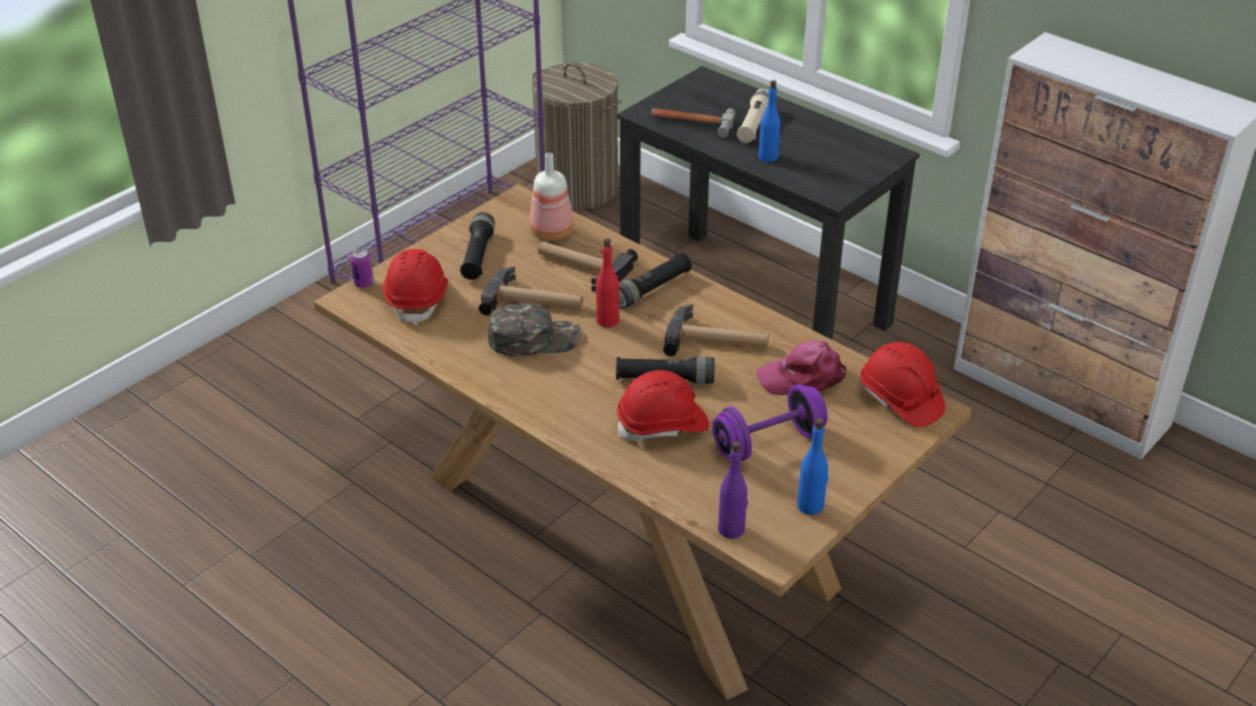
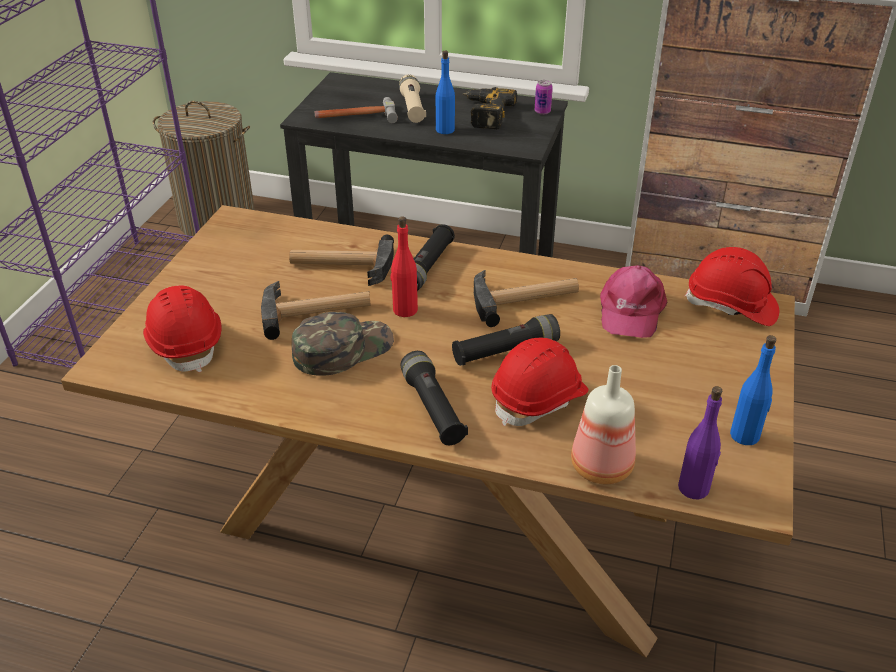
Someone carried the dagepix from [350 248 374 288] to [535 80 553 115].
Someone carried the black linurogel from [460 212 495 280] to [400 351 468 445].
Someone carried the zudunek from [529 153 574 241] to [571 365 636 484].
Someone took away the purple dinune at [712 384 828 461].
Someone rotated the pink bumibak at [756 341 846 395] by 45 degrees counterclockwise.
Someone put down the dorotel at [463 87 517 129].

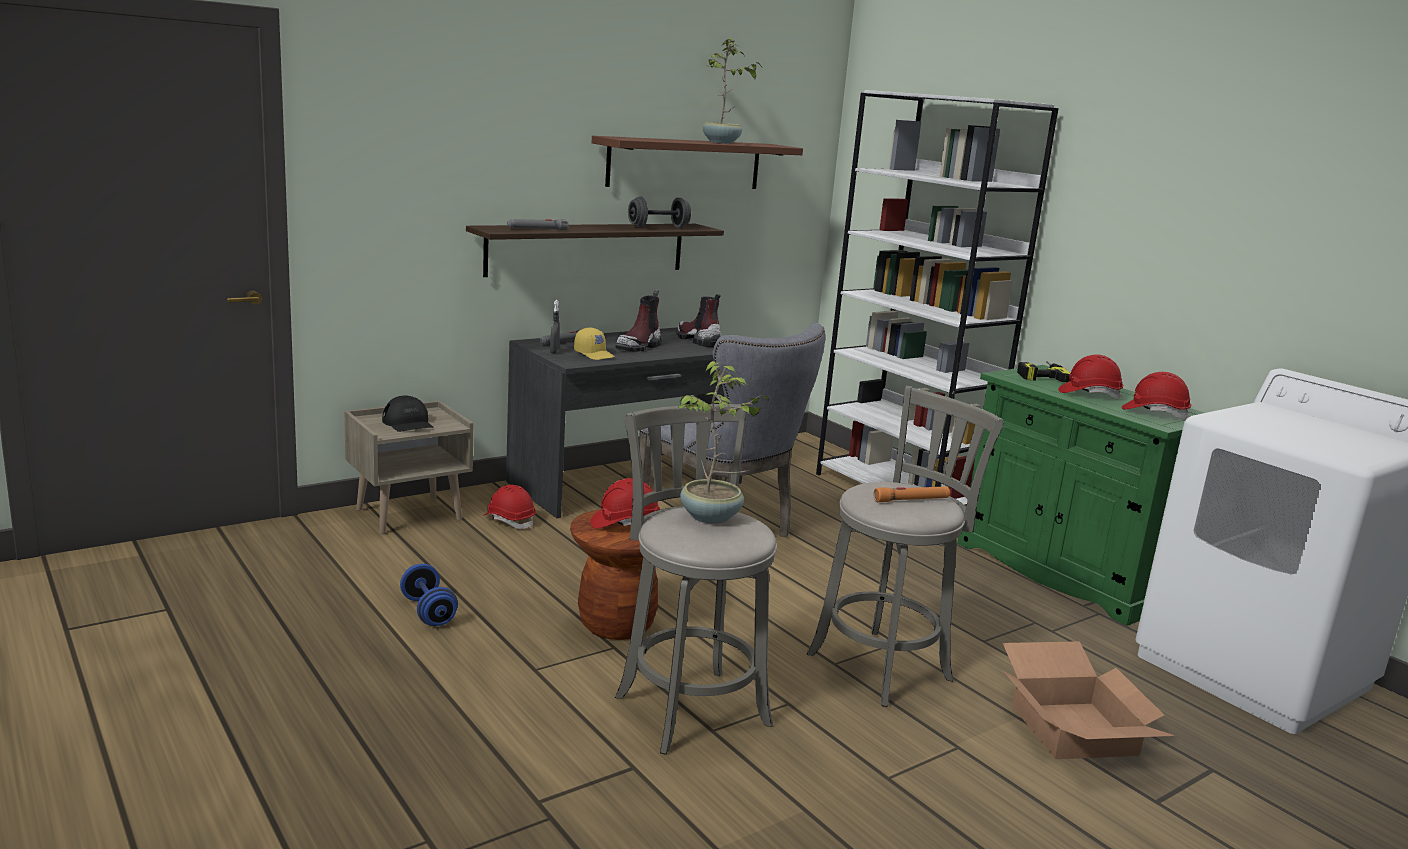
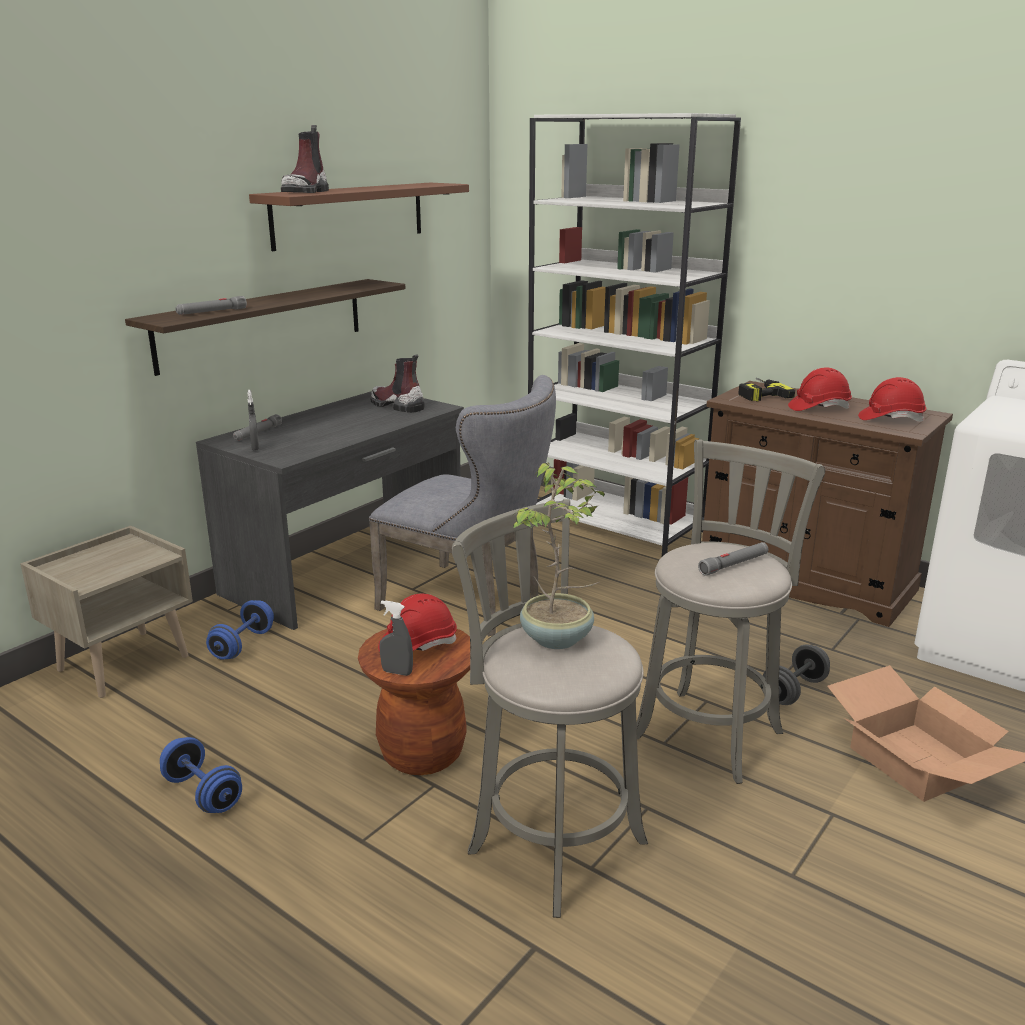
Someone took away the black bumibak at [382 396 434 432].
Someone swapped the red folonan at [483 485 536 529] for the blue dinune at [206 600 274 659].
Someone took away the yellow bumibak at [574 327 615 360].
Someone carried the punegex from [615 290 662 352] to [281 125 329 193].
Someone carried the grey dinune from [628 197 691 228] to [763 644 830 705].
Someone took away the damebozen at [703 38 762 144].
Someone repainted the orange linurogel at [873 486 951 502], which became the grey linurogel at [698 542 768 576].
Someone repainted the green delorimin at [957 365 1205 626], which became the brown delorimin at [702 381 953 627].
Someone put down the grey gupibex at [379 601 413 676].

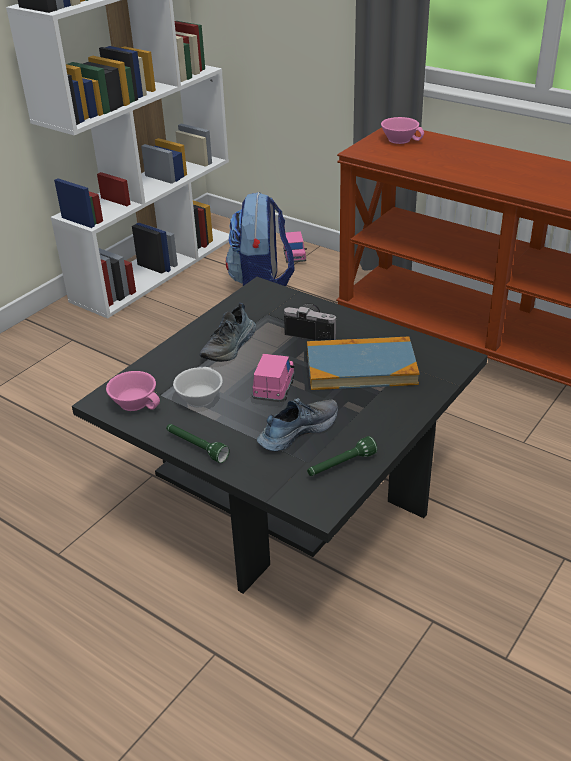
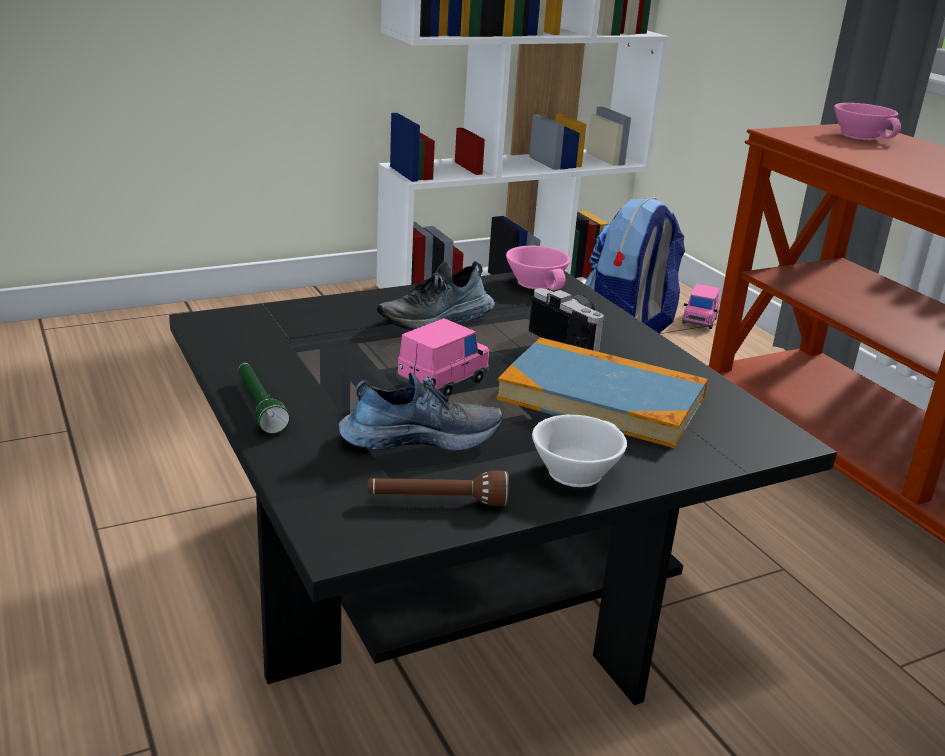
Someone carried the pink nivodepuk from [106 371 160 411] to [506 246 570 290].
Someone carried the white nivodepuk from [173 367 223 407] to [532 415 627 487].
Someone repainted the green linurogel at [307 436 377 476], which became the brown linurogel at [368 471 509 506].

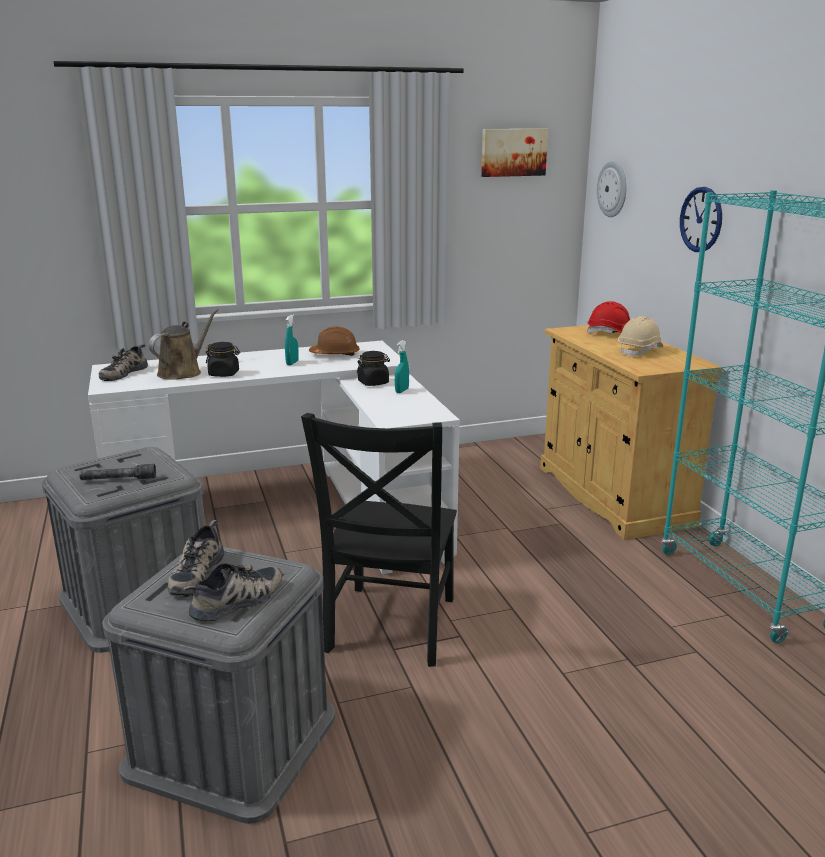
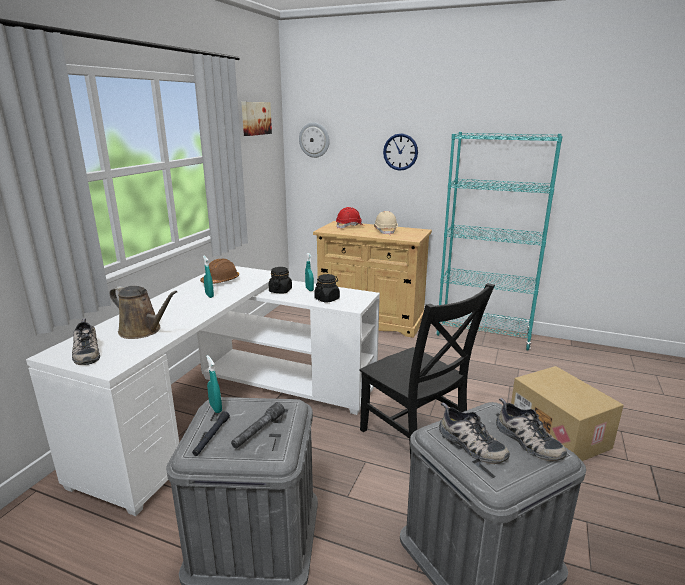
Someone rotated the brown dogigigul at [149 309 218 380] by 135 degrees clockwise.
Someone rotated the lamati at [183 563 282 622] by 150 degrees clockwise.
Someone carried the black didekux from [206 342 240 377] to [314 274 340 303].
Someone put down the black linurogel at [192 411 230 456].
Someone put down the turquoise gupibex at [206 355 222 413].
Someone put down the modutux at [511 366 624 461].

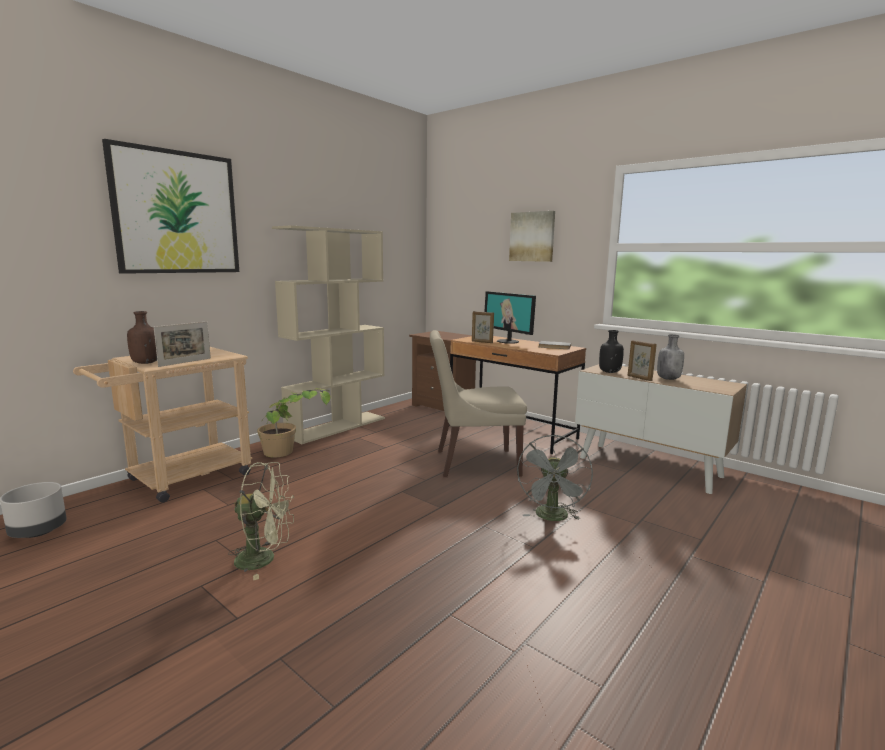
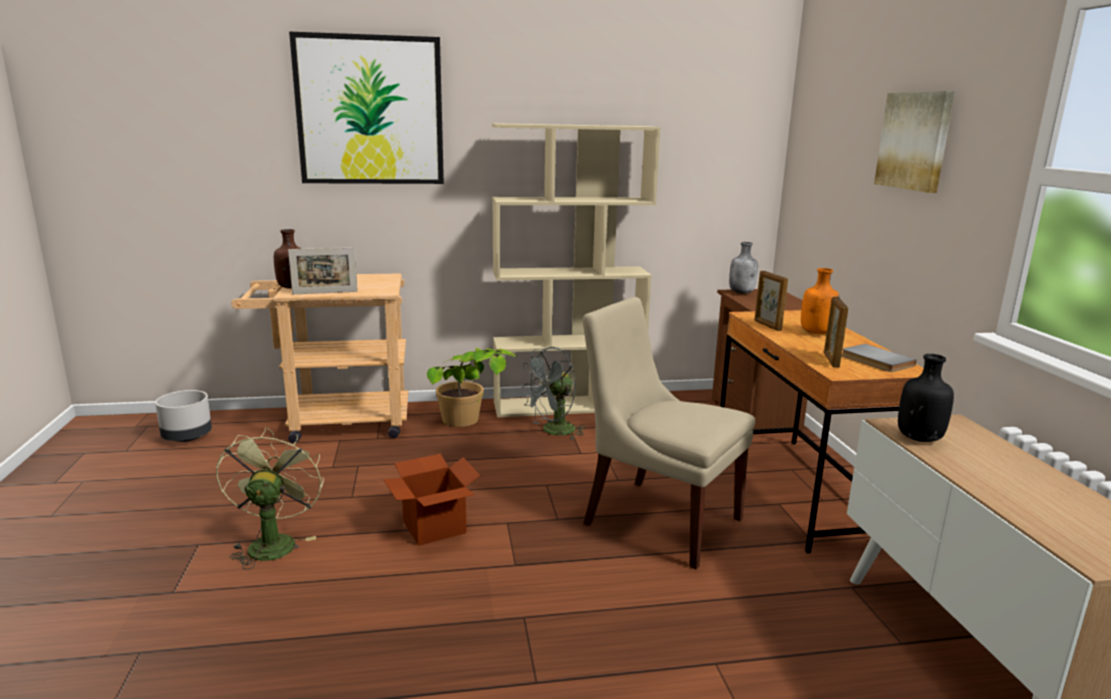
Someone rotated the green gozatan at [228 462 294 580] by 135 degrees counterclockwise.
Someone swapped the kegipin at [485 291 536 344] for the orange zudunek at [801 268 840 334].
Someone carried the grey gozatan from [517 435 593 521] to [520 347 586 439].
Someone carried the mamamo from [627 340 657 381] to [824 297 848 368].
Someone carried the grey zudunek from [657 334 684 380] to [729 242 758 294].
Someone put down the modutux at [383 454 480 546].

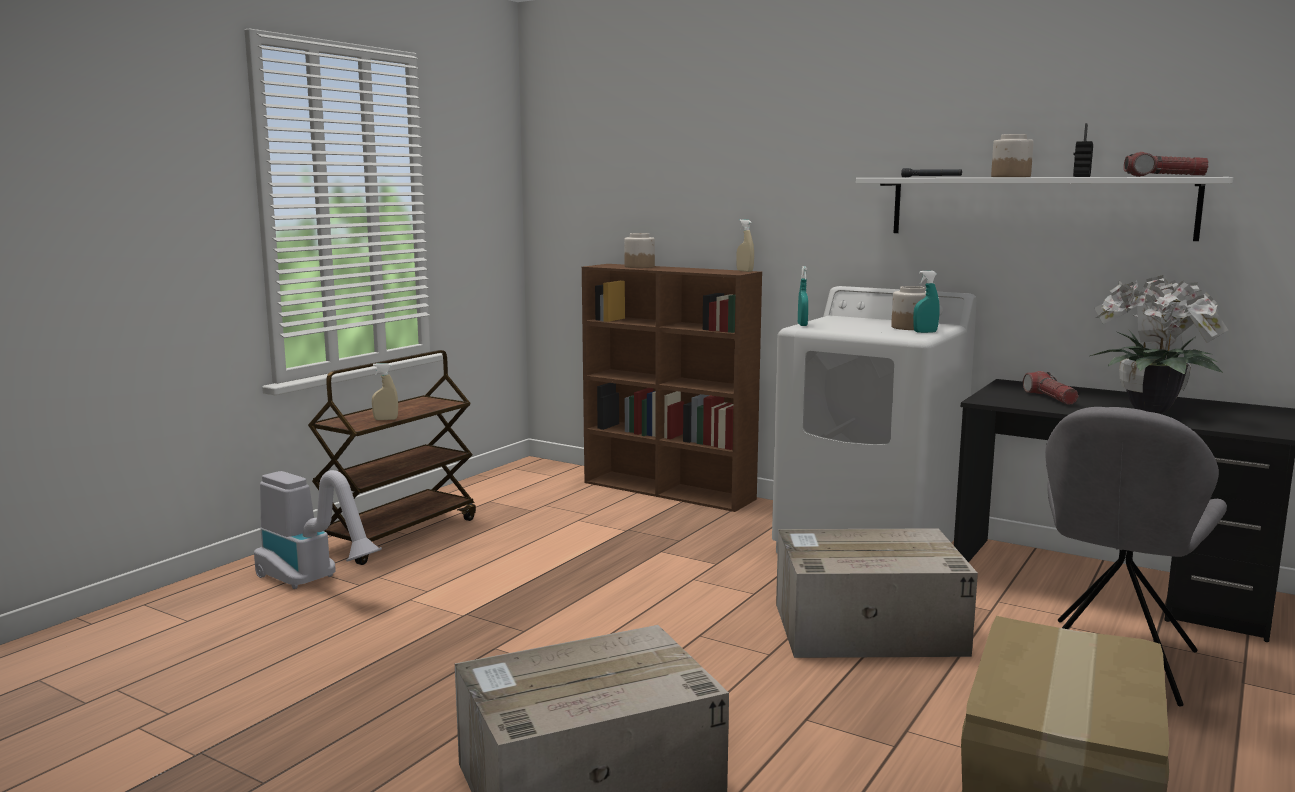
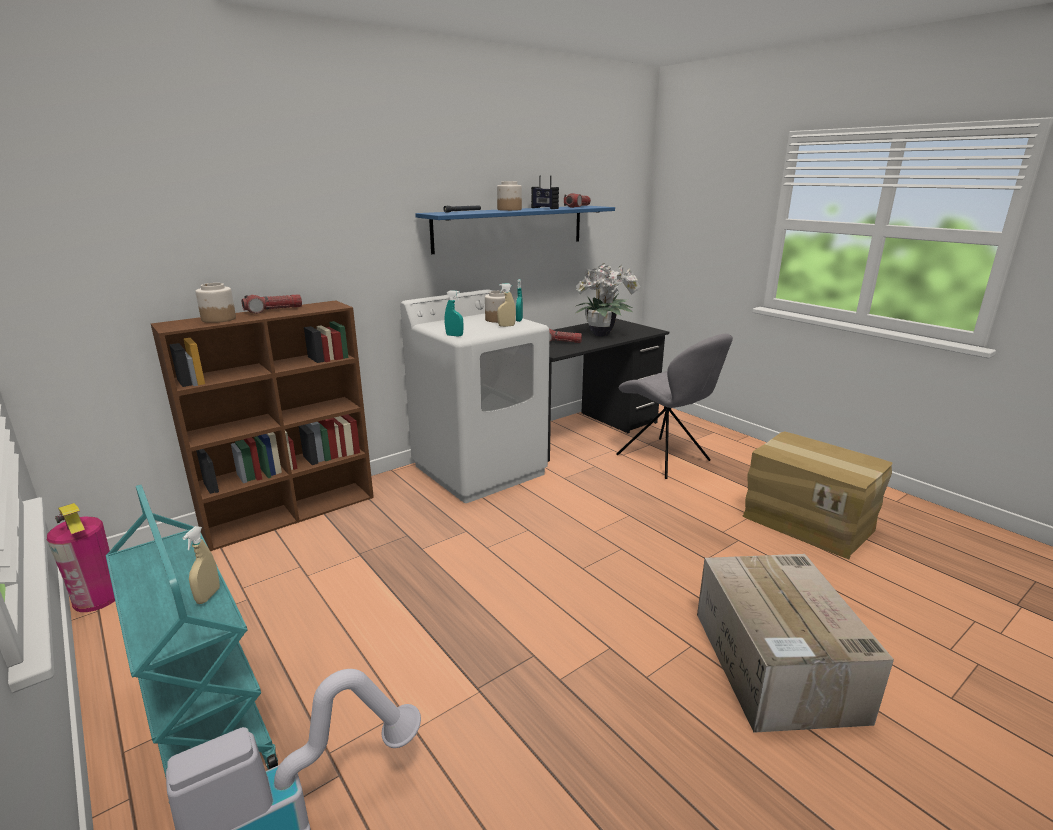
Someone repainted the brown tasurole at [308 350 476 565], which became the turquoise tasurole at [106 485 278 777].
Someone carried the beige gupibex from [736 219 754 272] to [497 283 516 327].
Someone took away the modutux at [776 528 978 658].
Someone repainted the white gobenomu at [856 177 1233 241], which became the blue gobenomu at [415 206 615 254].
Someone put down the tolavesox at [47 503 115 612].
Someone put down the linurogel at [242 294 302 314].

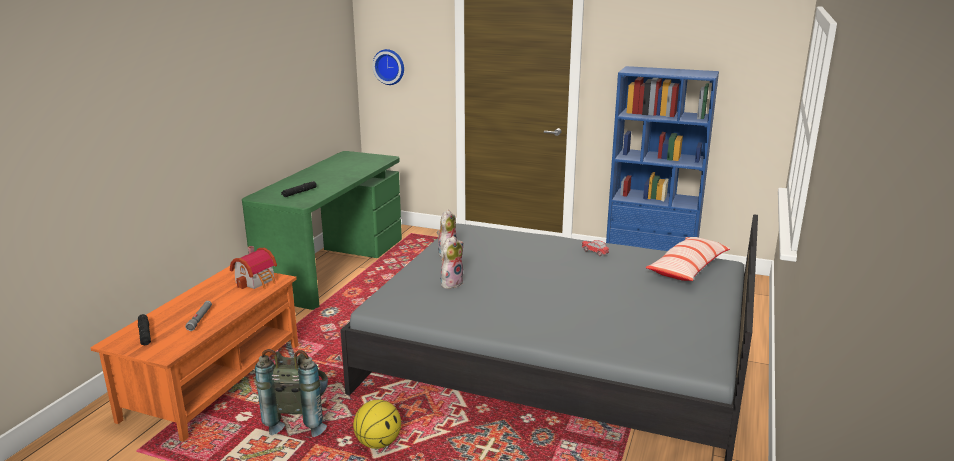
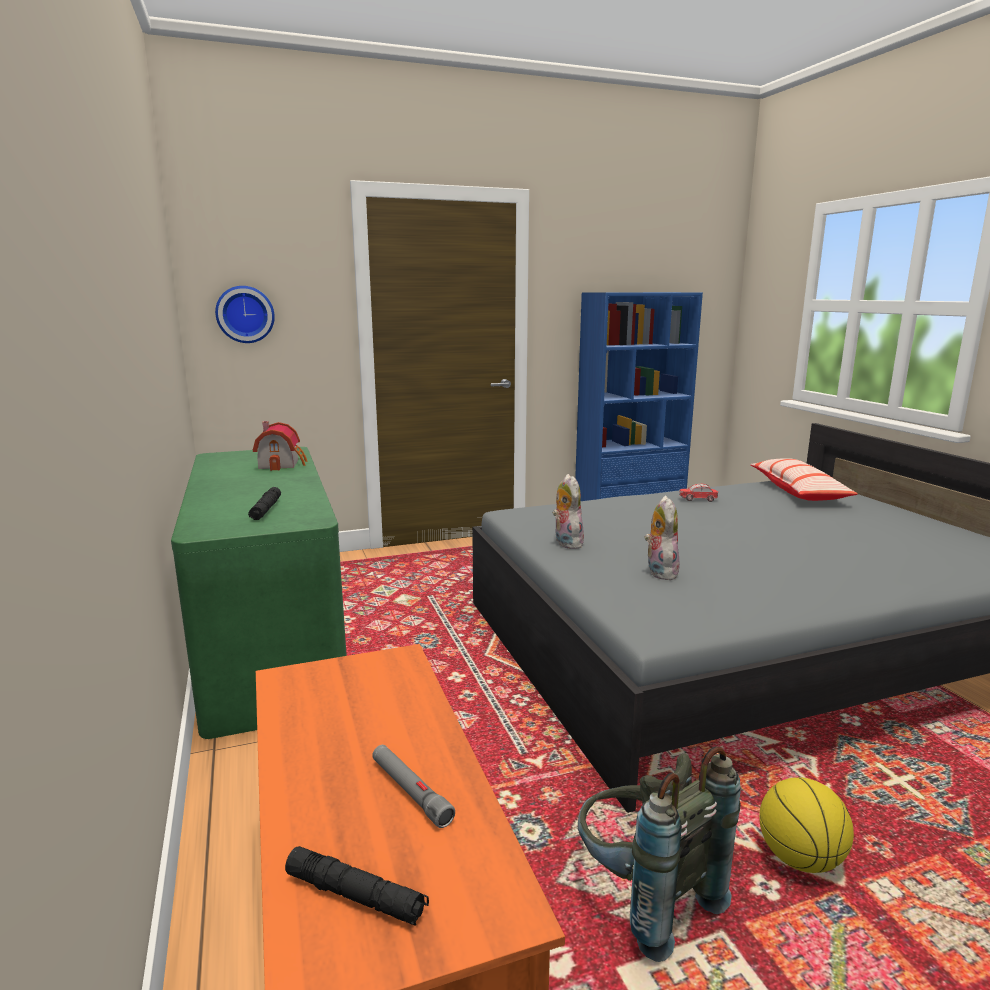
Someone carried the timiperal from [230 246 277 289] to [253 421 308 471].

